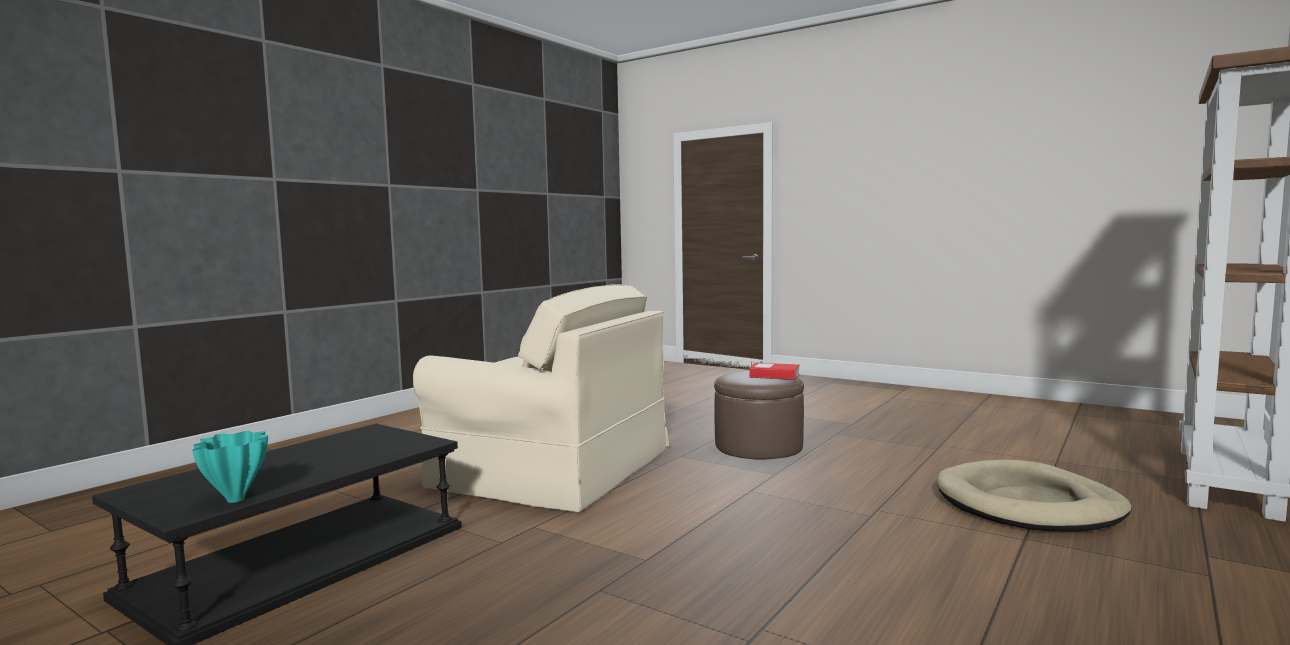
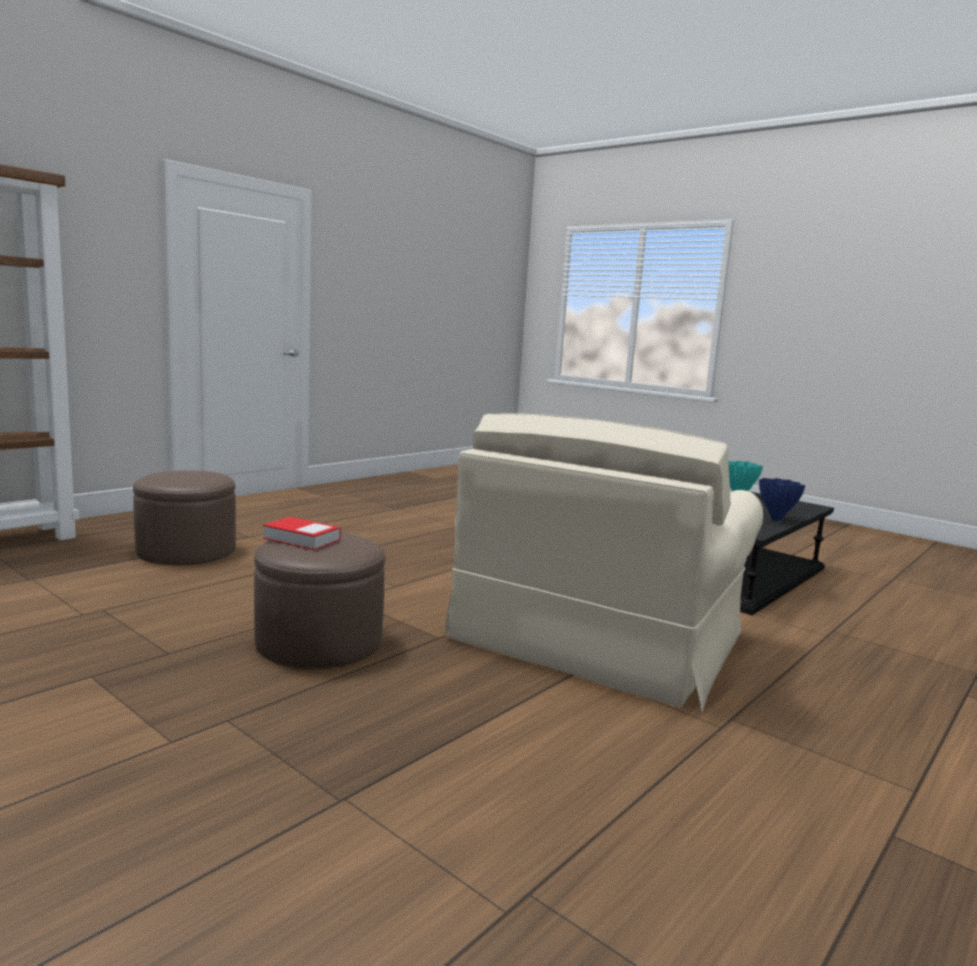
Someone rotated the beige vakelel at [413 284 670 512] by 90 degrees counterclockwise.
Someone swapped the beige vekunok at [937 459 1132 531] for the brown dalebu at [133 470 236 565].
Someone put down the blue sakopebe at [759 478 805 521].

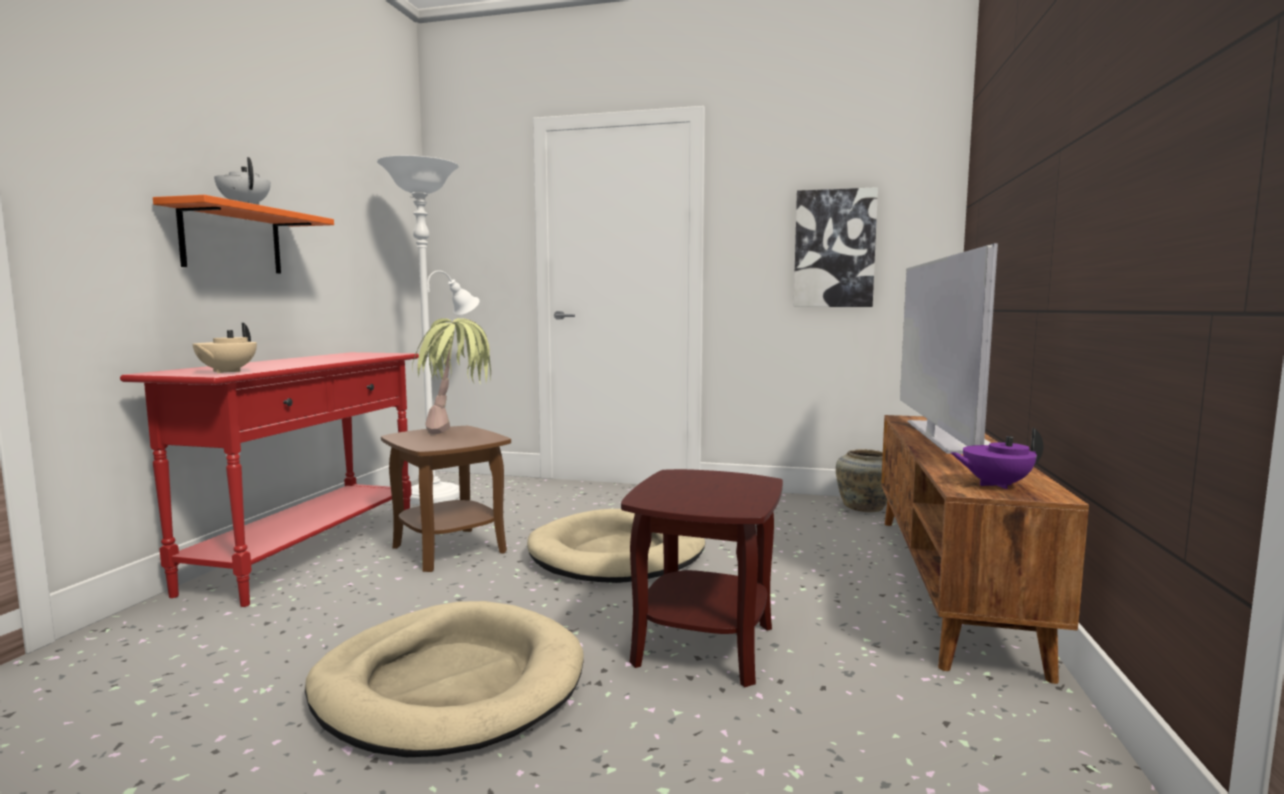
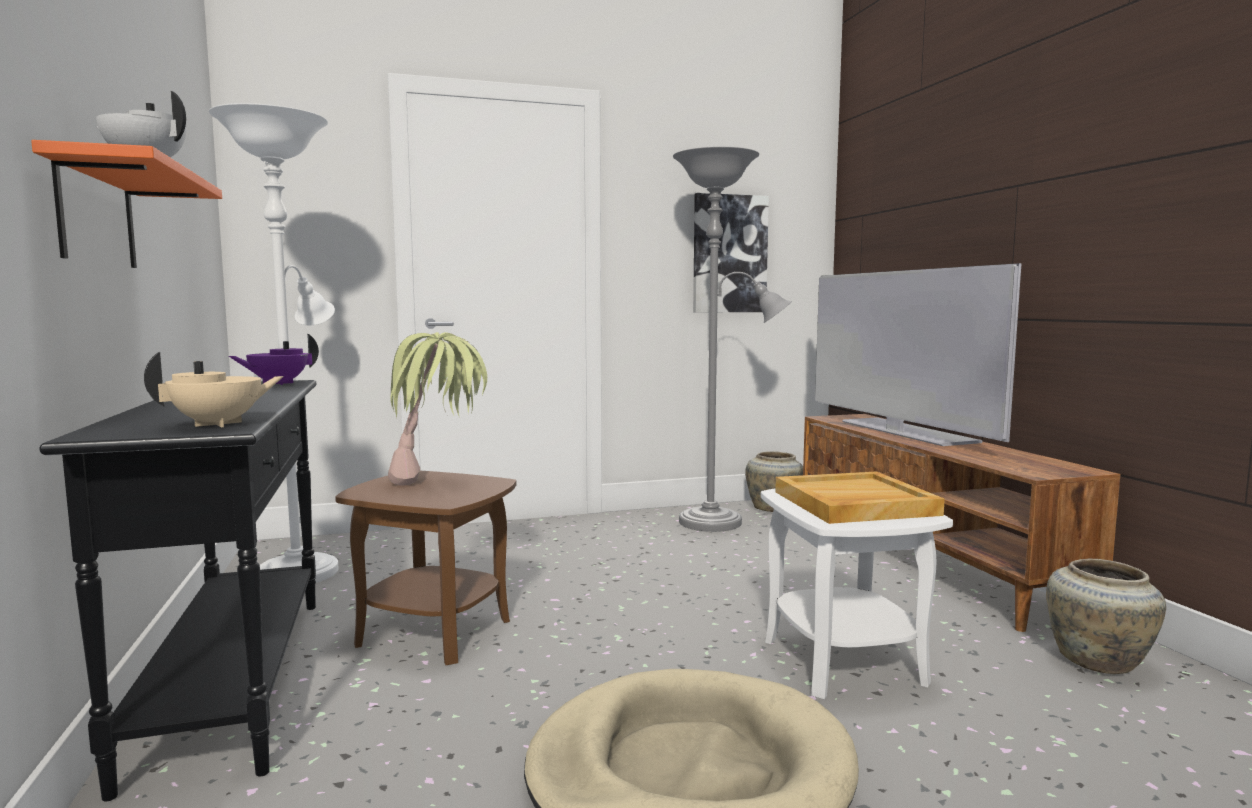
Someone repainted the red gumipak at [120 352 419 607], which became the black gumipak at [39 380 317 802].
Someone rotated the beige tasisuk at [192 323 257 373] by 105 degrees counterclockwise.
Someone took away the beige vekunok at [527 509 705 583].
Someone repainted the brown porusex at [621 469 783 687], which became the white porusex at [761 488 953 699].
Someone carried the purple tasisuk from [950 428 1043 489] to [229 334 319 385].
Someone put down the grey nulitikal at [673 147 792 532].
Someone put down the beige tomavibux at [775 471 945 524].
Someone put down the beige sakopebe at [1046 558 1166 674].

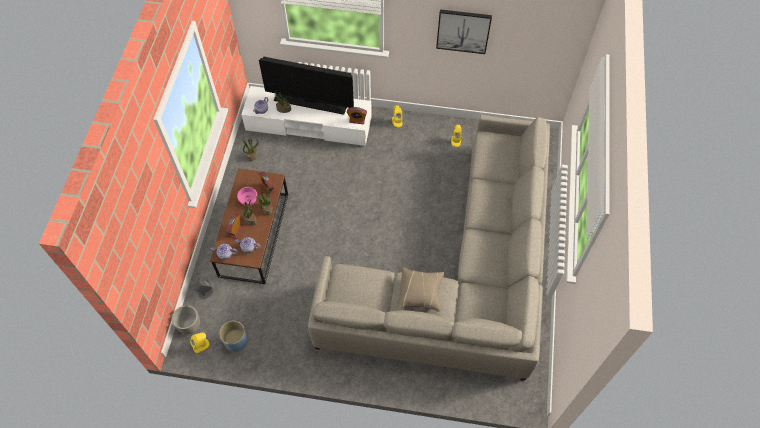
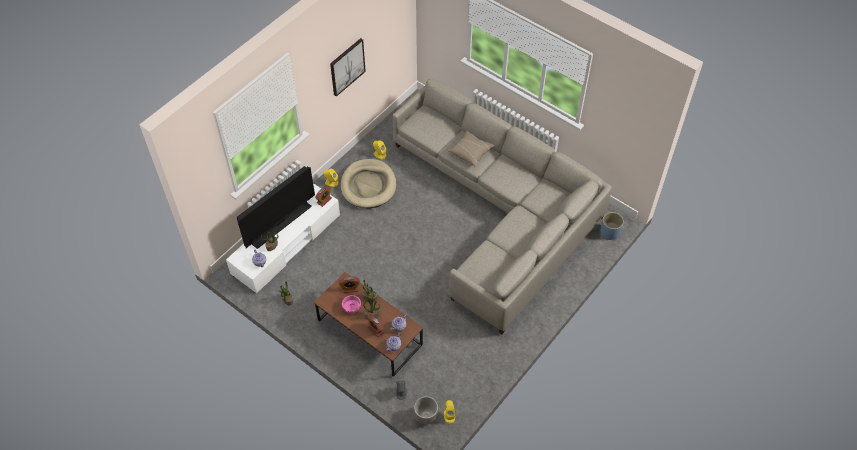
Someone carried the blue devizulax from [219 320 248 352] to [600 212 624 240].
Someone carried the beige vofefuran from [398 267 444 312] to [447 130 495 167].
Someone put down the beige vekunok at [341 159 396 208].

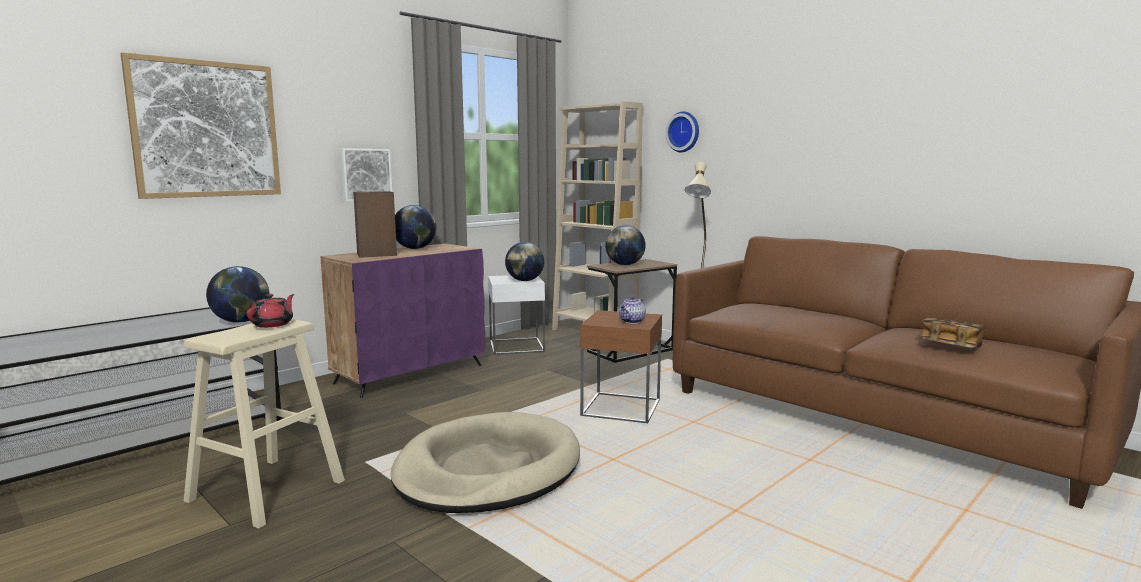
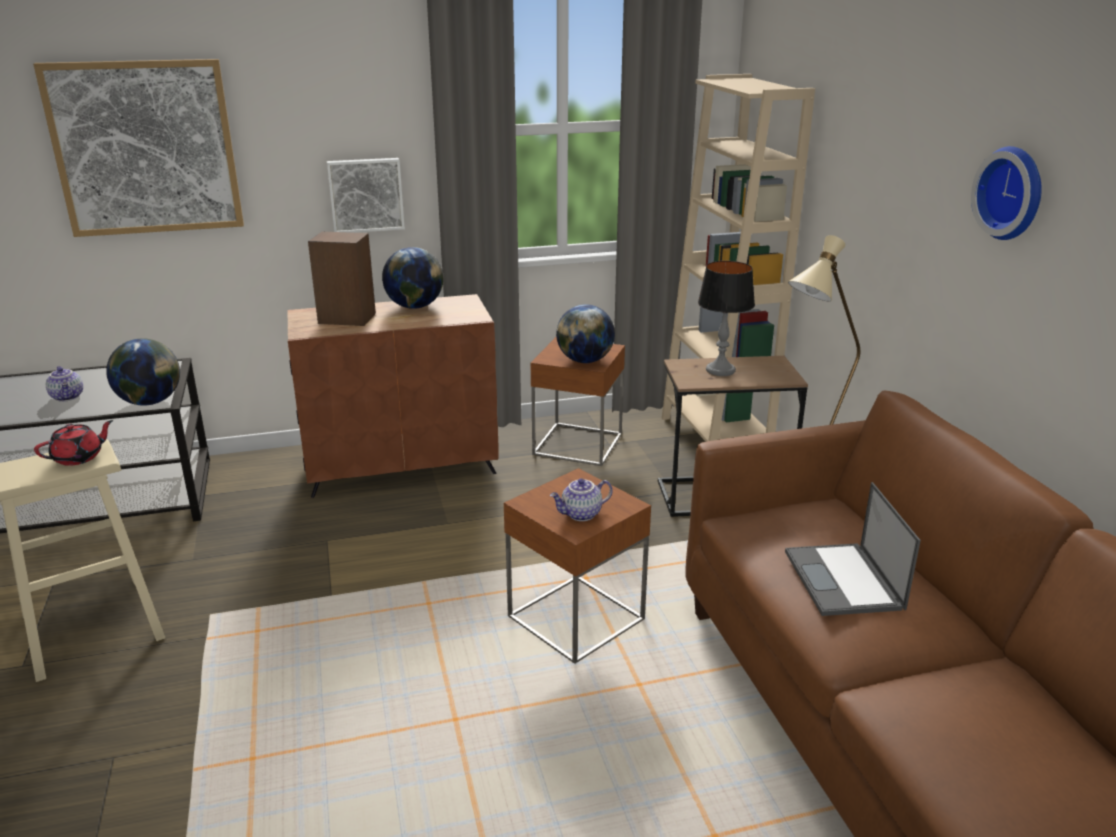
Someone repainted the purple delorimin at [320 243 485 398], which became the brown delorimin at [288 294 499 498].
Someone took away the beige vekunok at [391 412 580 513].
Someone repainted the white porusex at [488 275 545 355], which became the brown porusex at [531 337 625 466].
Someone swapped the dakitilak at [605 225 646 265] for the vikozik at [698 261 755 376].
Someone carried the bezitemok from [665 111 699 152] to [971 146 1042 240].
Someone took away the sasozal at [919 317 986 348].
Someone put down the tasisuk at [46 366 83 402].
Someone put down the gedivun at [785 482 921 616].

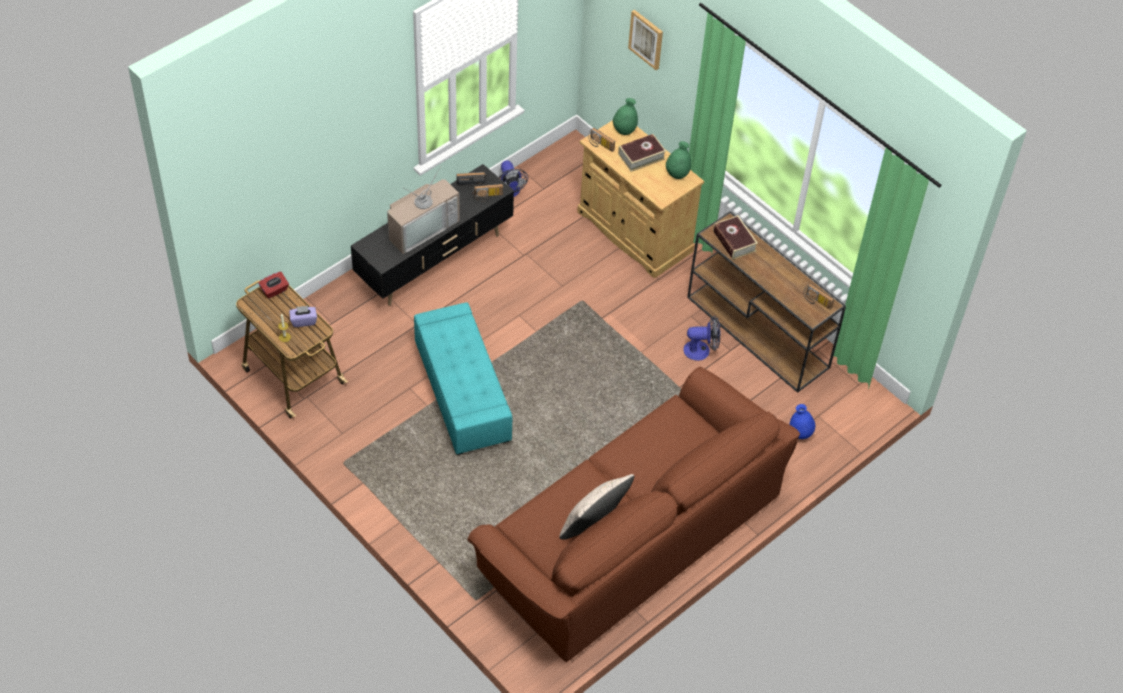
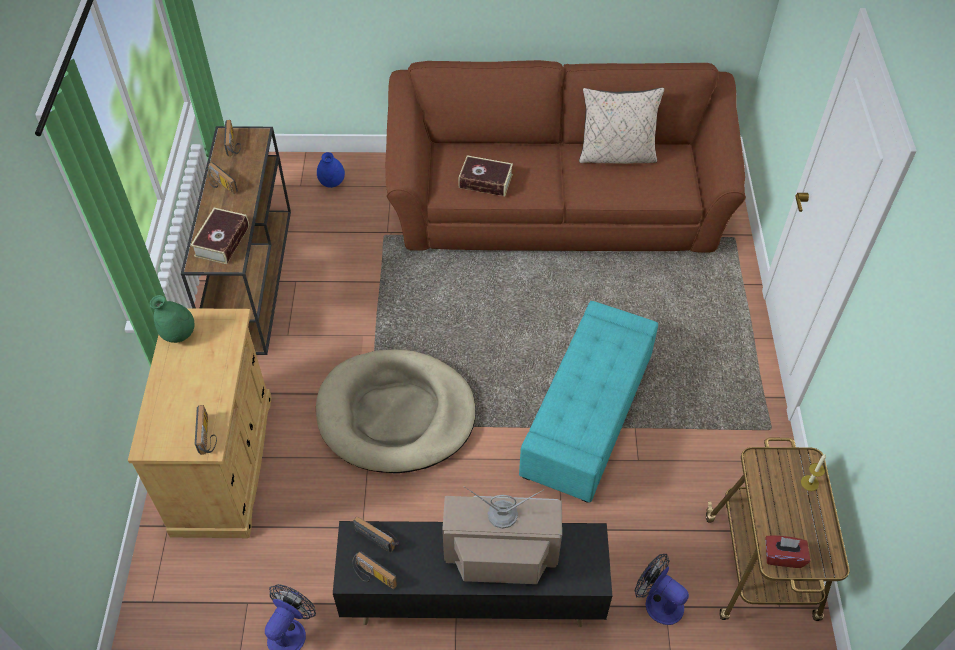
Someone took away the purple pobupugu at [289 306 317 327].
Someone took away the green sakopebe at [613 98 638 135].
Someone carried the sasozal from [618 134 666 172] to [458 155 513 196].
Someone took away the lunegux at [628 10 663 70].
Someone carried the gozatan from [683 316 720 361] to [635 554 689 625].
Someone put down the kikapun at [206 162 238 194].
Someone put down the beige vekunok at [316 349 476 473].

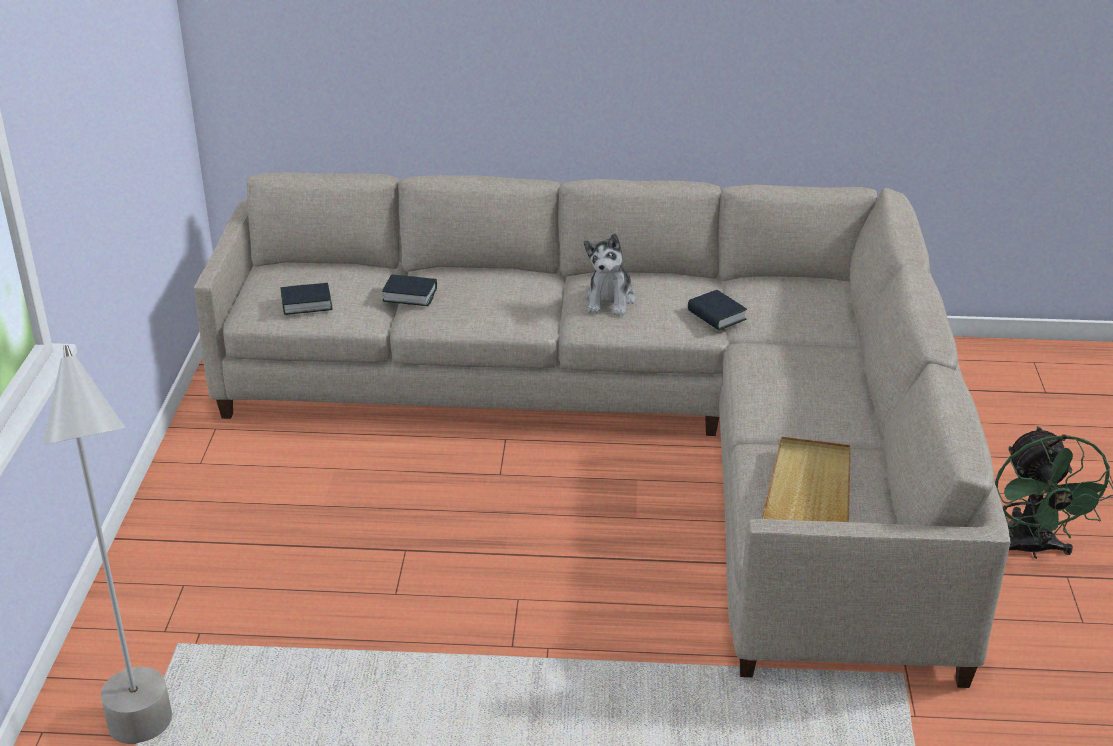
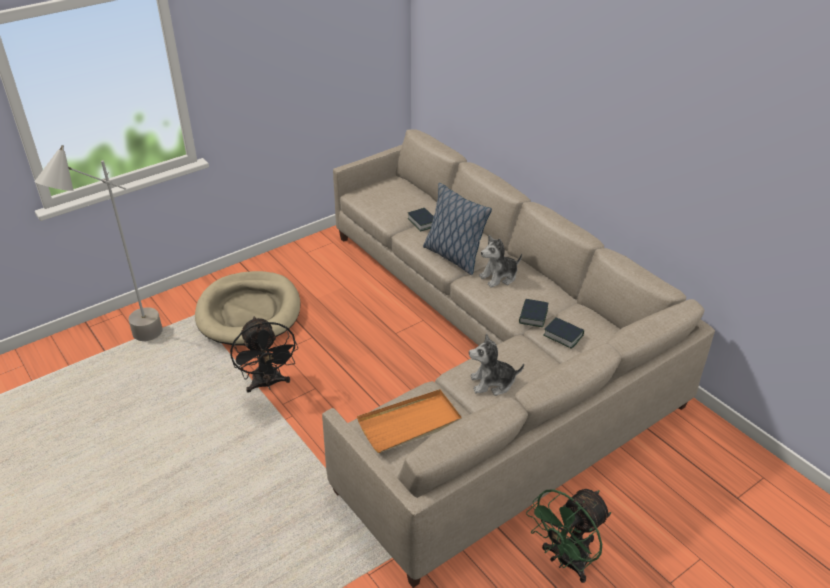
Someone carried the sasozal from [280 283 333 315] to [544 317 584 349].
Someone repainted the beige tomavibux at [762 437 851 522], which became the orange tomavibux at [357 389 462 453].
Someone put down the beige vekunok at [195 271 301 346].
Someone put down the black gozatan at [230 317 298 393].
Someone put down the vofefuran at [423 183 492 275].
Someone put down the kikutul at [469 334 524 396].

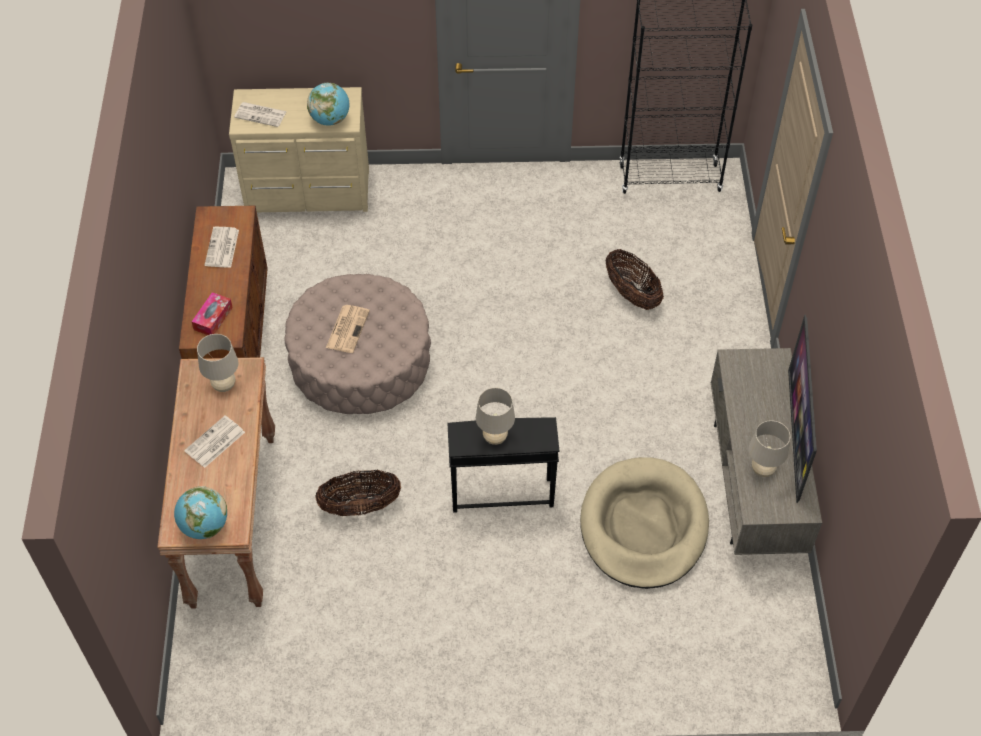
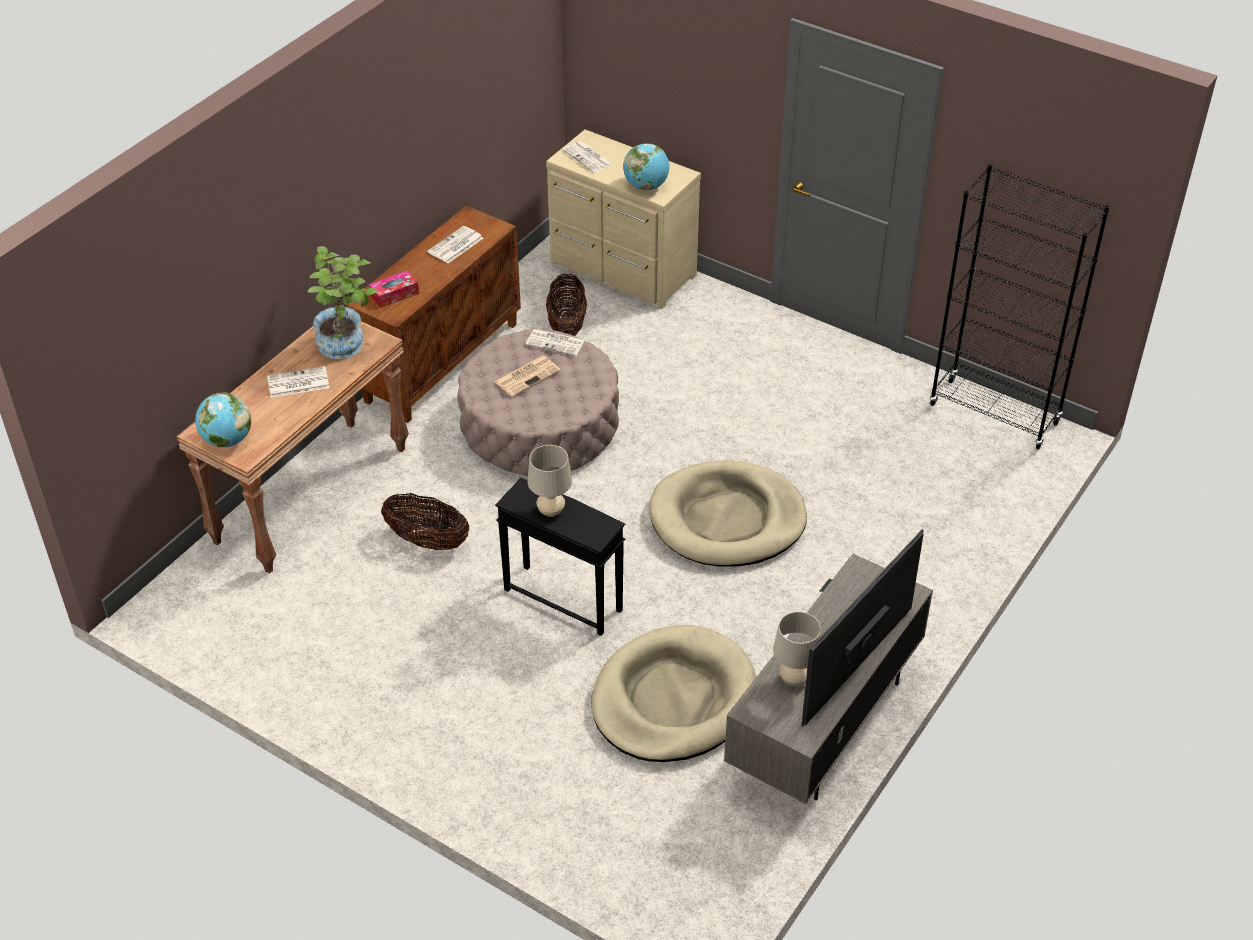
Someone swapped the beige vikozik at [197 334 239 392] for the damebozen at [308 246 377 359].
Someone carried the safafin from [606 249 664 310] to [546 274 587 336].
Someone put down the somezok at [526 329 585 356].
Someone put down the beige vekunok at [649 460 807 567].

